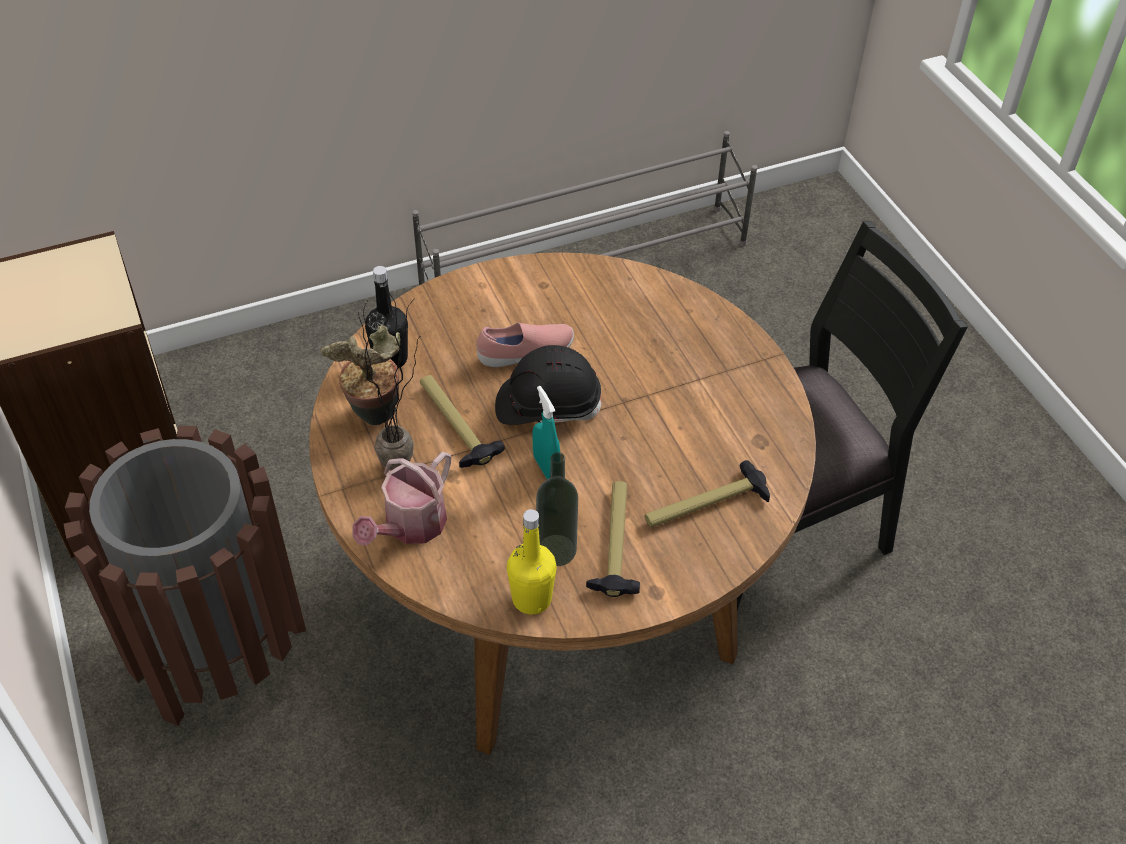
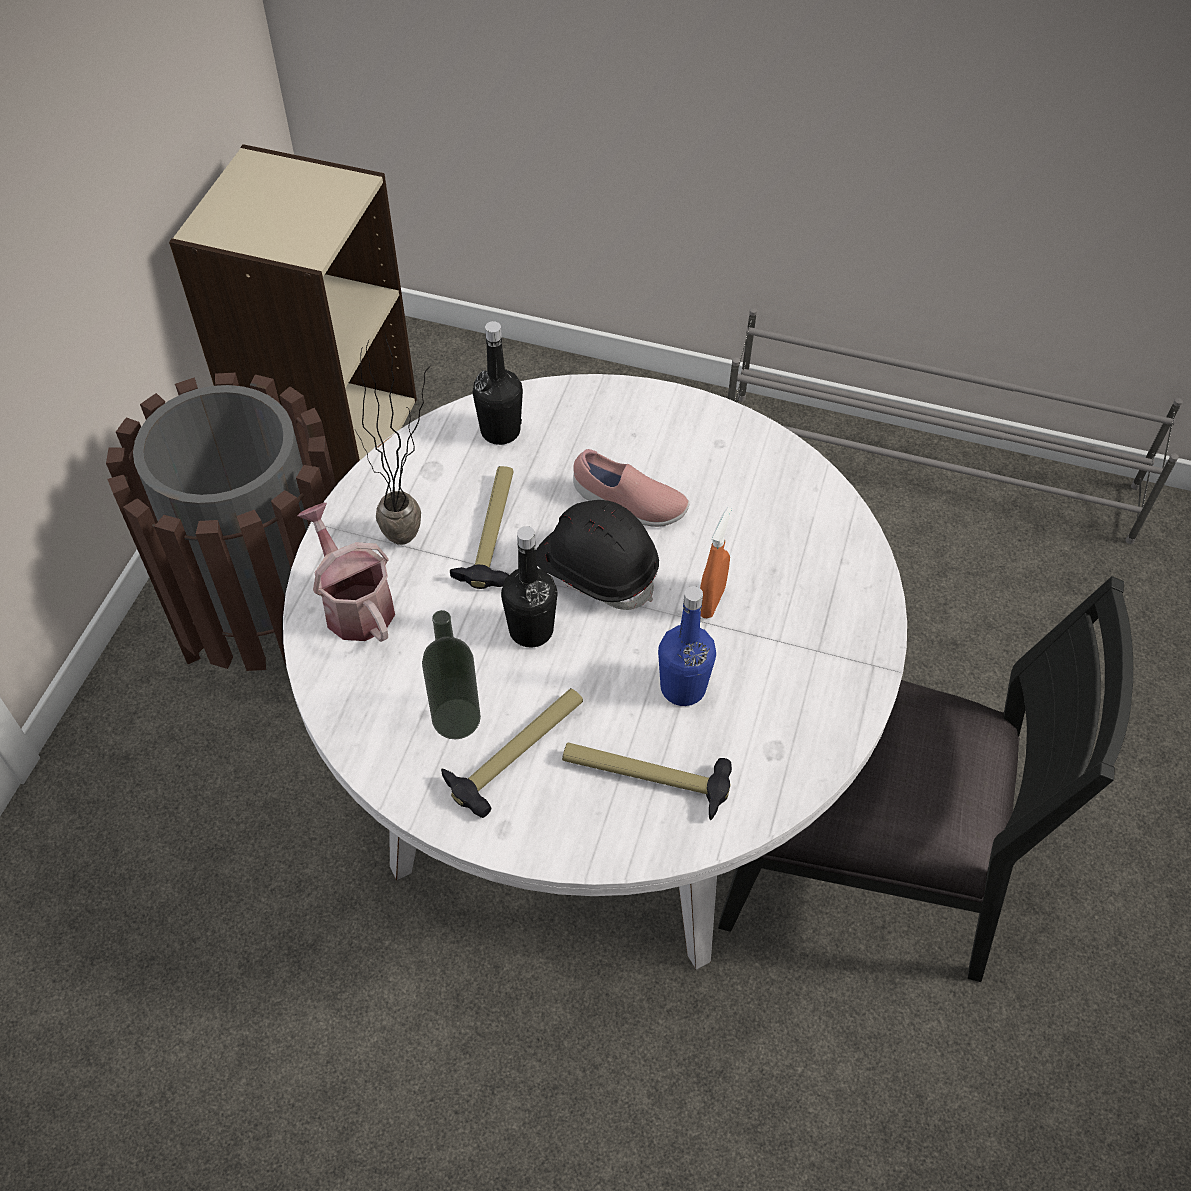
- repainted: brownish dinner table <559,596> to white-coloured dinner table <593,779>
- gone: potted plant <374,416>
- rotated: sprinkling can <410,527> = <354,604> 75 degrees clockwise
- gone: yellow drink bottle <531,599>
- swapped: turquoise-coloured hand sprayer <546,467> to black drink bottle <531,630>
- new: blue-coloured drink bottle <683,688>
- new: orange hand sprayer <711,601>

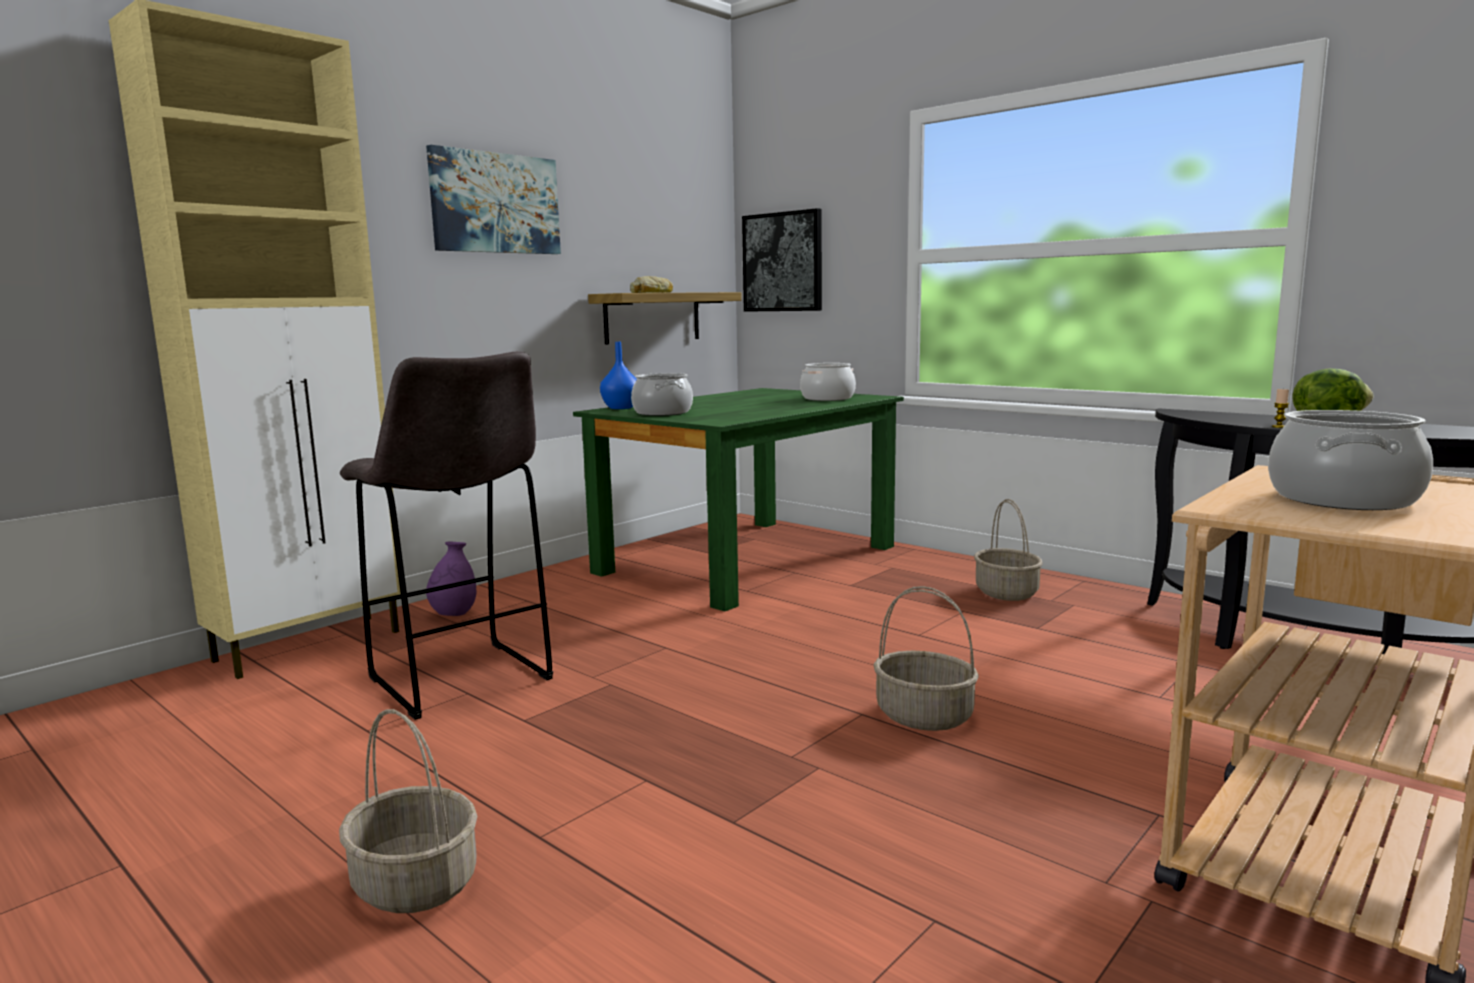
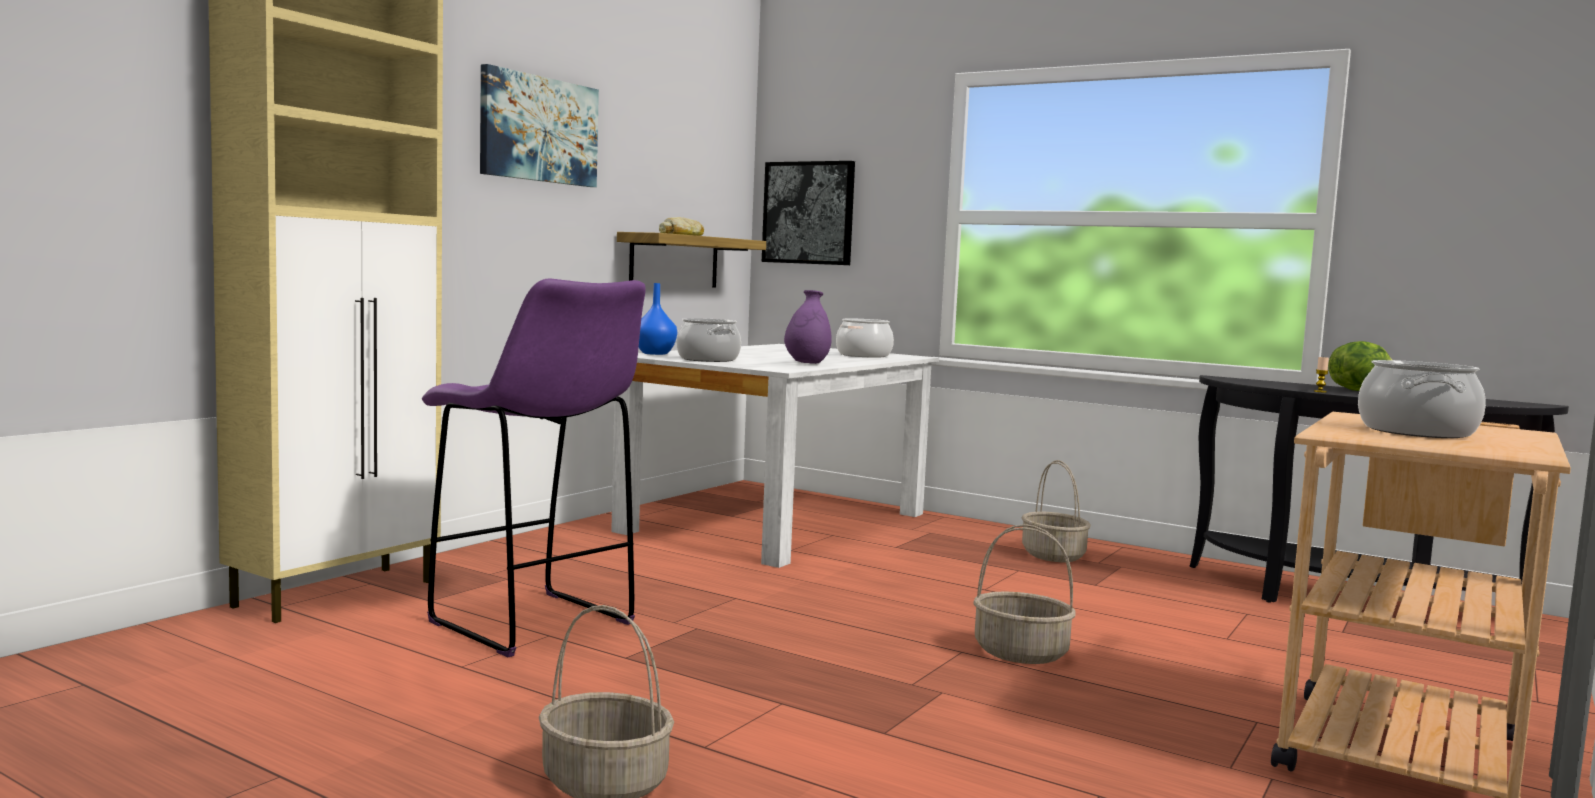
- repainted: gray stool seat <462,680> to purple-coloured stool seat <535,624>
- shifted: purple-coloured flower vase <454,614> to <807,363>
- repainted: greenish dinner table <748,558> to white-coloured dinner table <776,522>

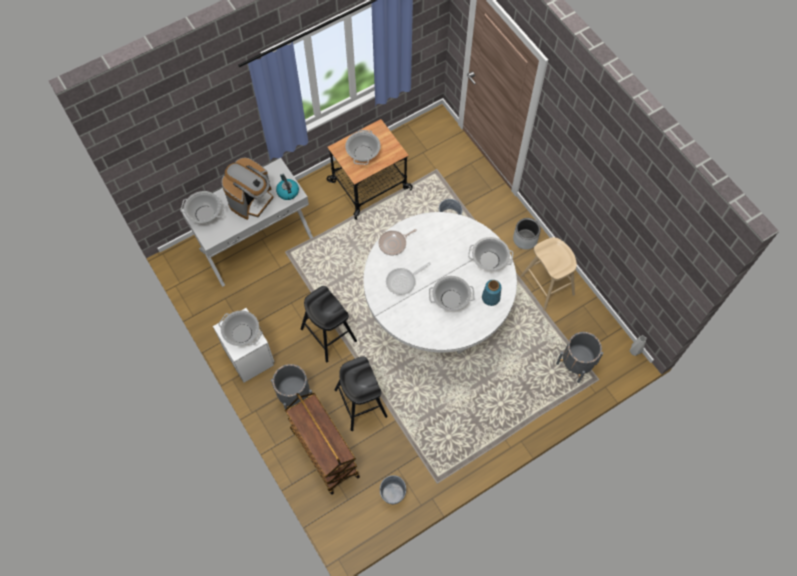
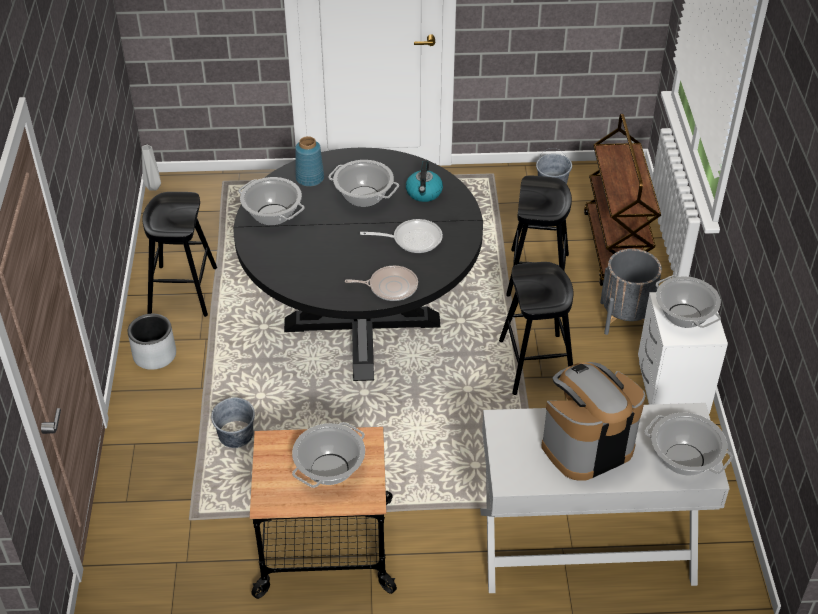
- shifted: kettle <287,191> to <424,193>
- repainted: white-coloured dinner table <436,313> to black dinner table <362,323>
- repainted: beige-coloured stool seat <547,285> to black stool seat <183,291>
- gone: gray planter <576,363>

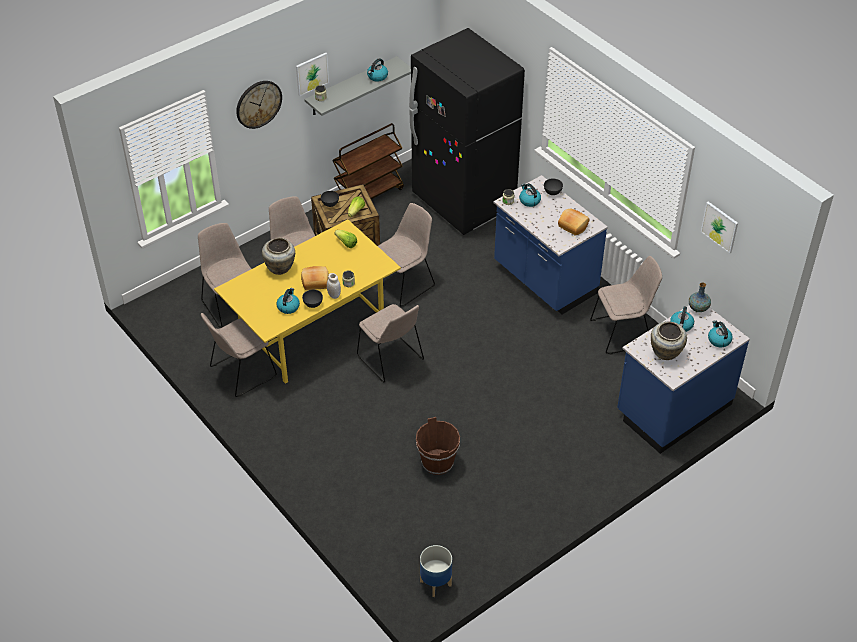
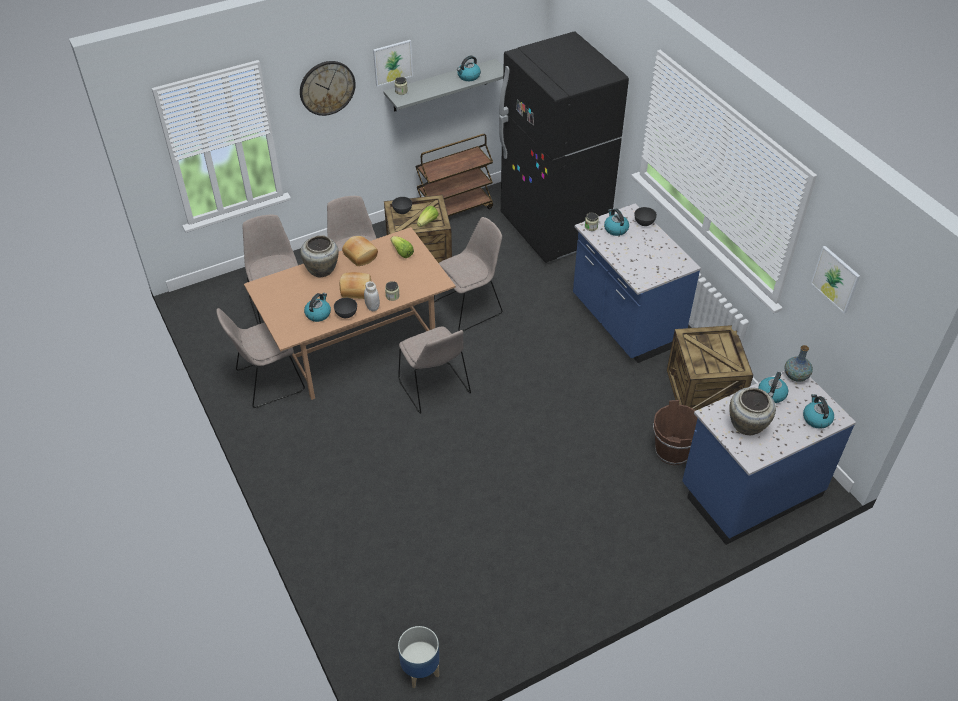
- repainted: yellow dinner table <312,332> to brownish dinner table <356,347>
- shifted: brownish pail <437,462> to <672,451>
- shifted: bakery bread <573,225> to <361,255>
- swapped: beige-coloured chair <622,332> to packing crate <704,392>

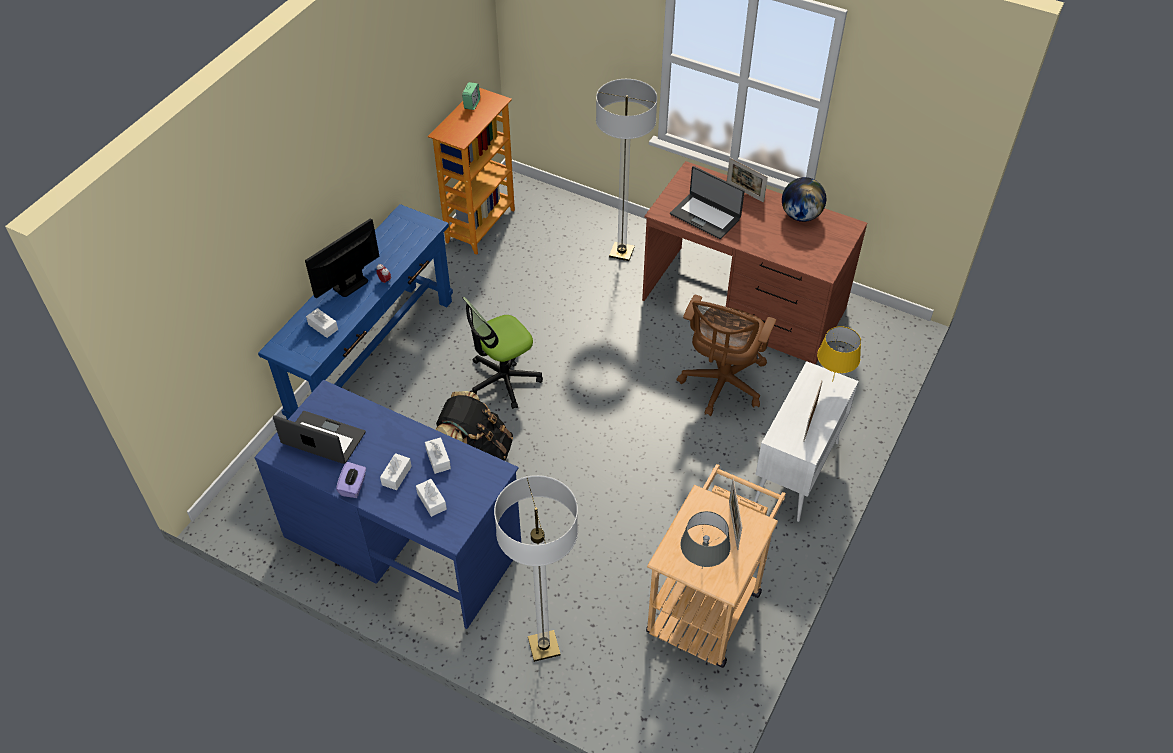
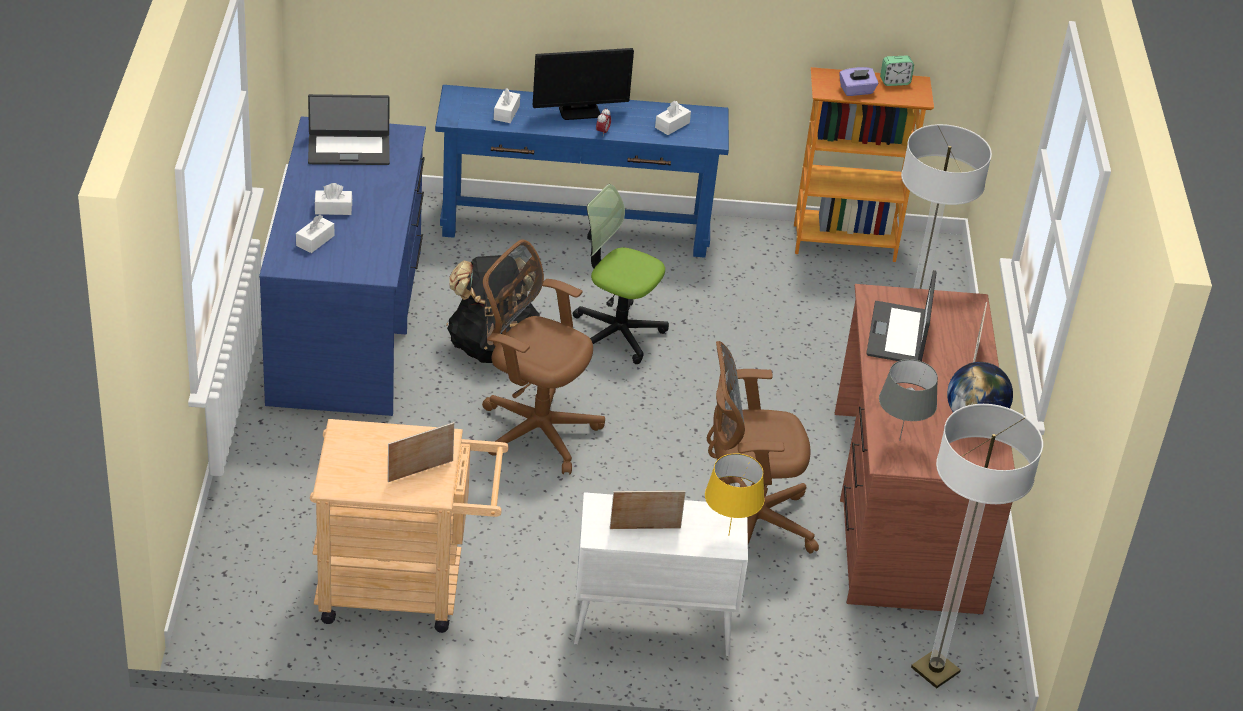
- rotated: laptop <323,439> = <349,149> 90 degrees clockwise
- rotated: monitor <350,284> = <579,111> 150 degrees clockwise
- shifted: purple-coloured tissue box <353,486> to <856,91>
- shifted: white-coloured tissue box <438,459> to <672,125>
- shifted: floor lamp <544,646> to <935,670>
- shifted: gray tabletop lamp <702,568> to <900,441>
- new: brownish office chair <535,428>

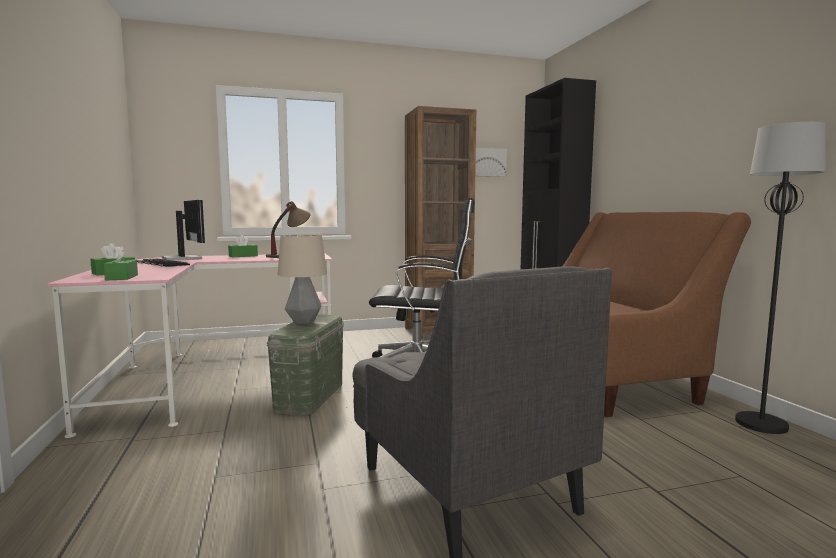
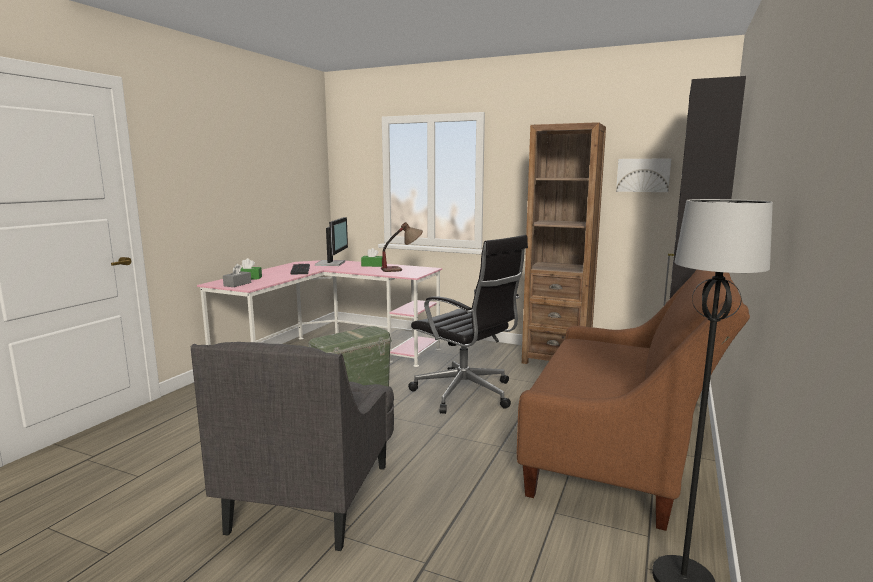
- repainted: greenish tissue box <122,277> to gray tissue box <237,284>
- gone: tabletop lamp <303,321>

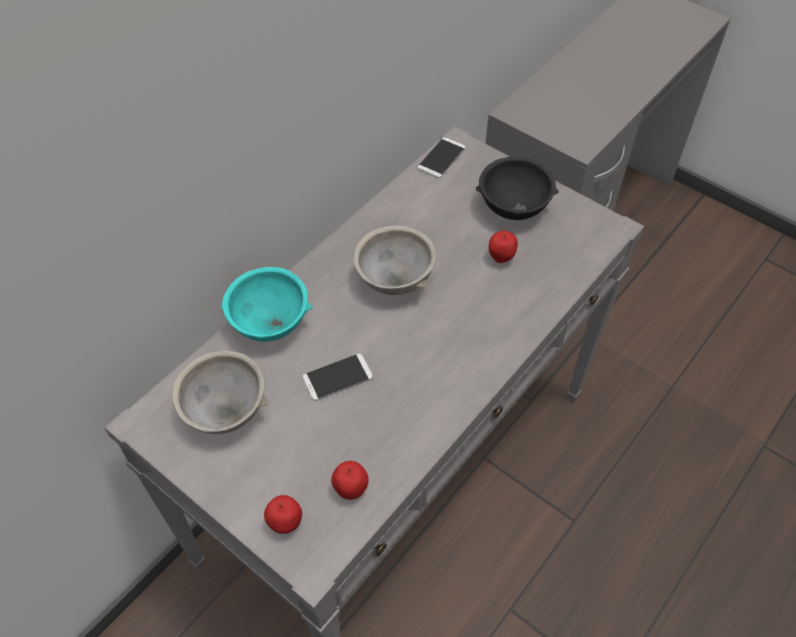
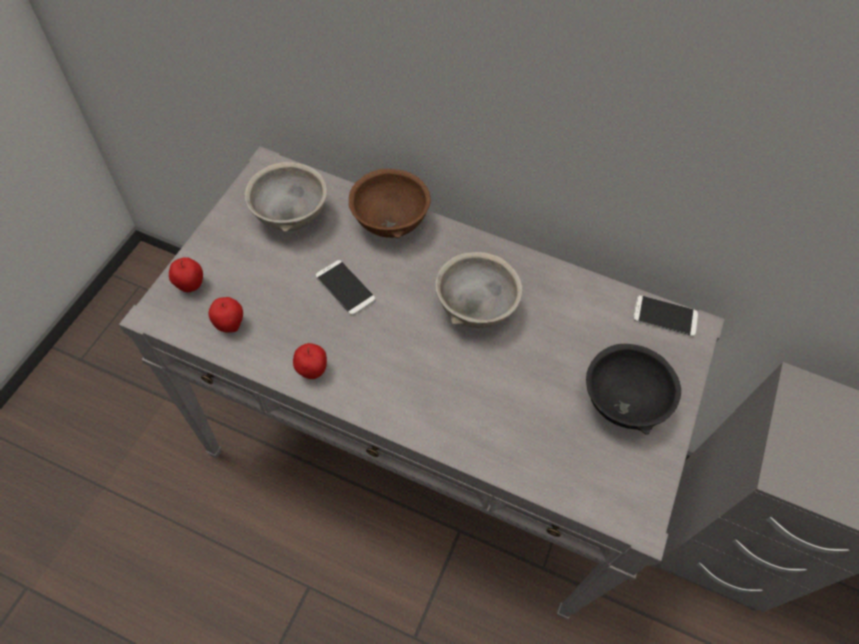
- repainted: turquoise-coloured bowl <270,325> to brownish bowl <388,223>
- shifted: apple <501,258> to <312,371>

